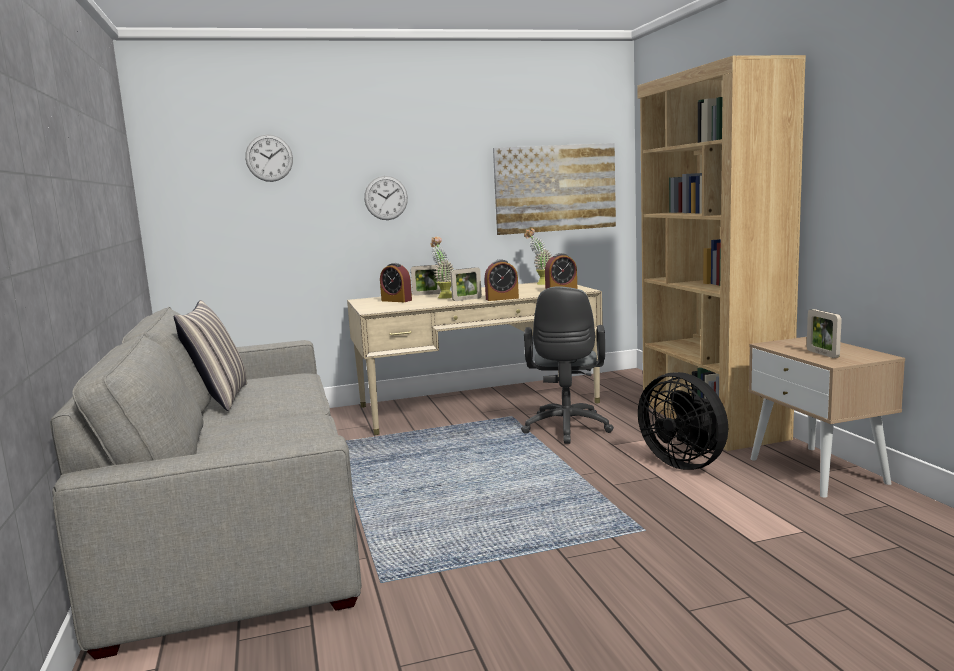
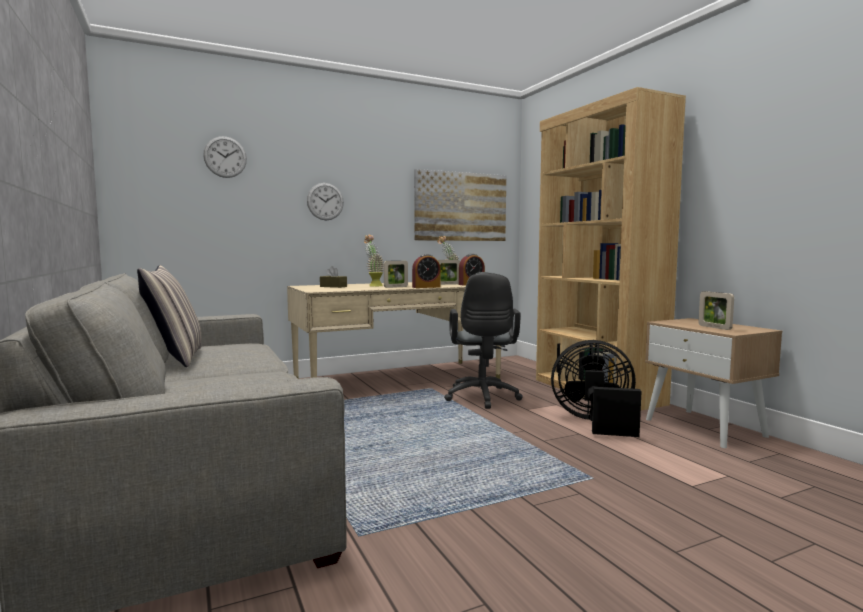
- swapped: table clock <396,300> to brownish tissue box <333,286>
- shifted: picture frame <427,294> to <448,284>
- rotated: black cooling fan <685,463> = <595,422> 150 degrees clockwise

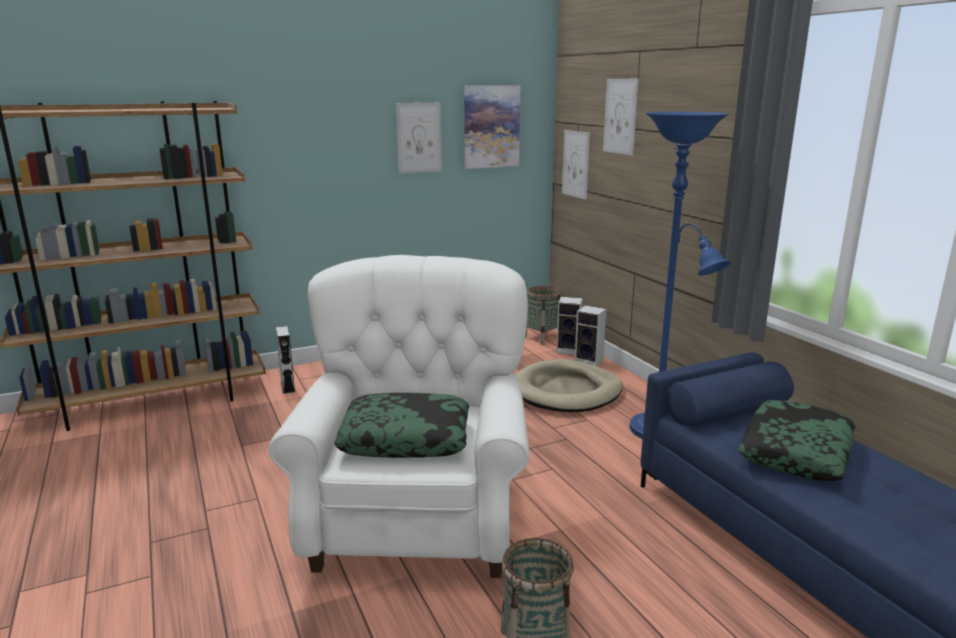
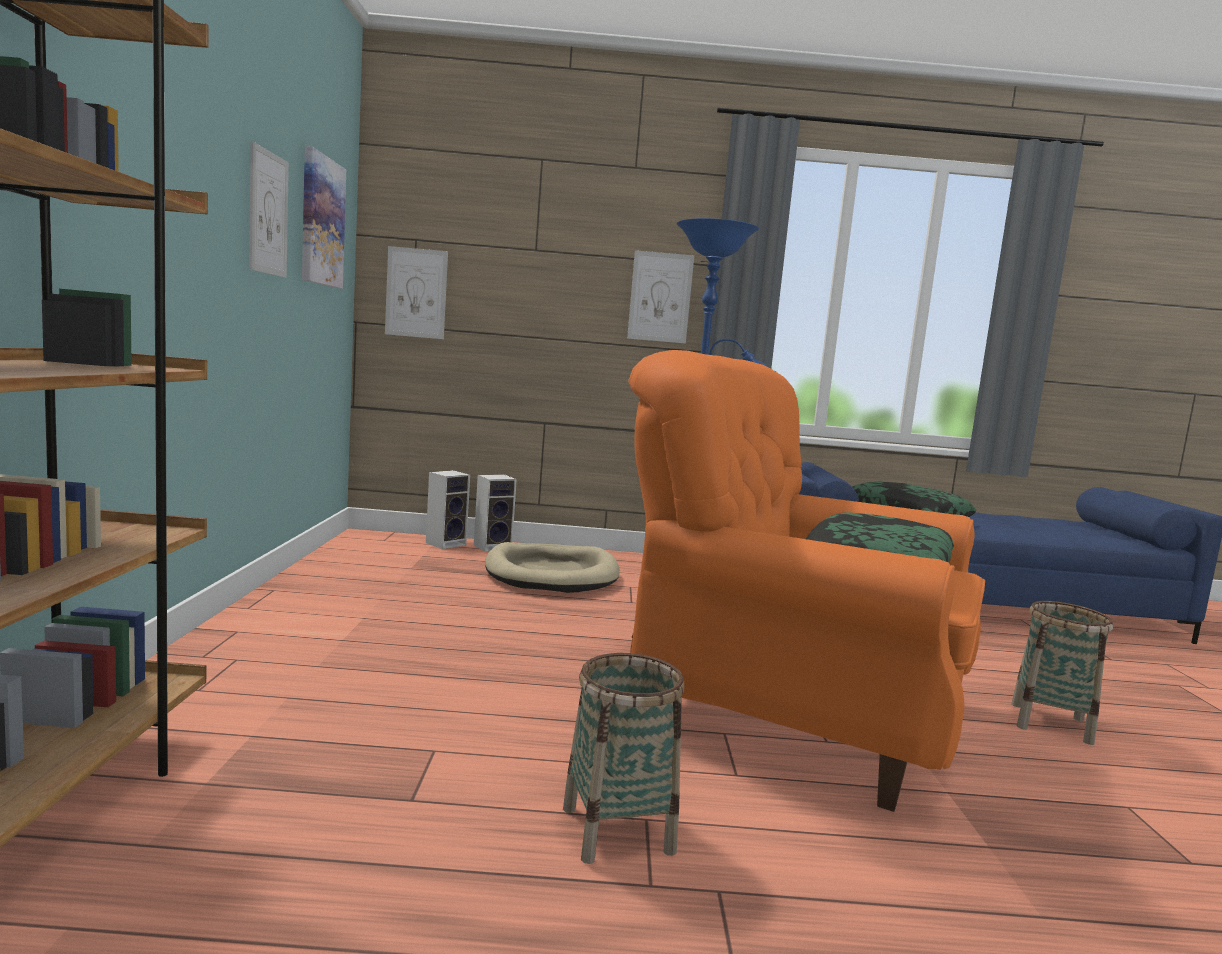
- repainted: white-coloured armchair <417,516> to orange armchair <781,713>
- gone: gray loudspeaker <287,387>
- shifted: basket <541,338> to <617,829>
- shifted: wall art <620,116> to <660,297>

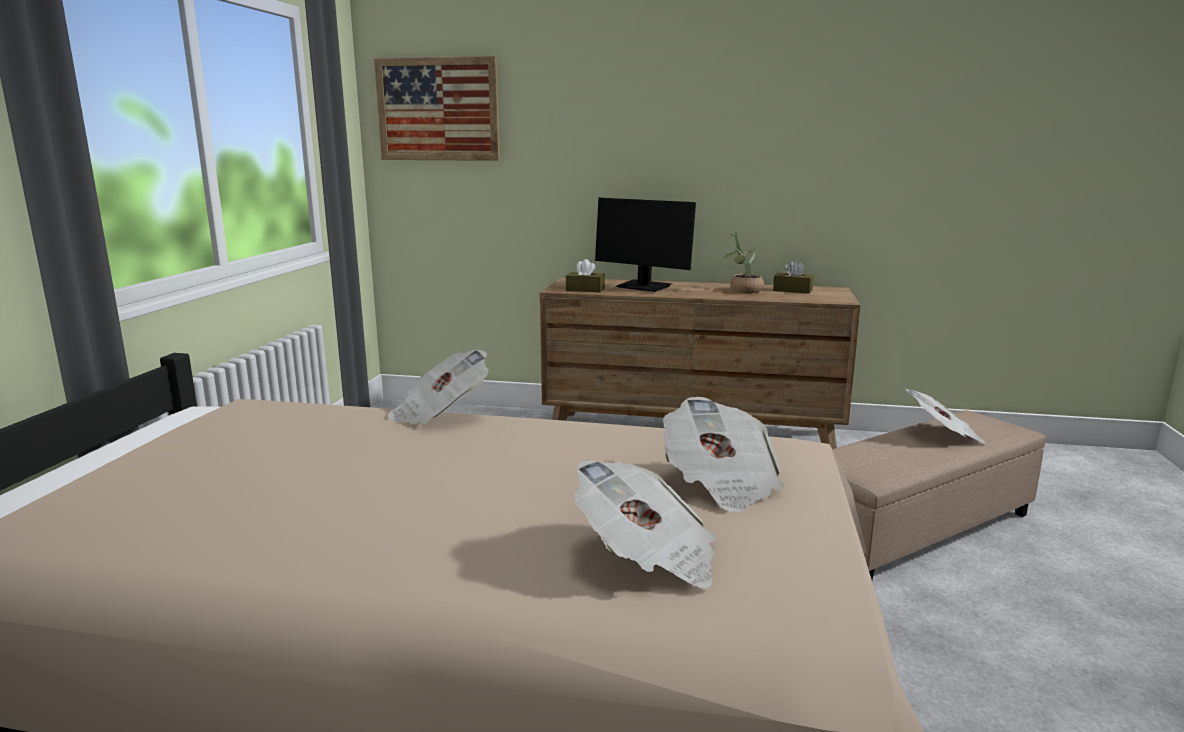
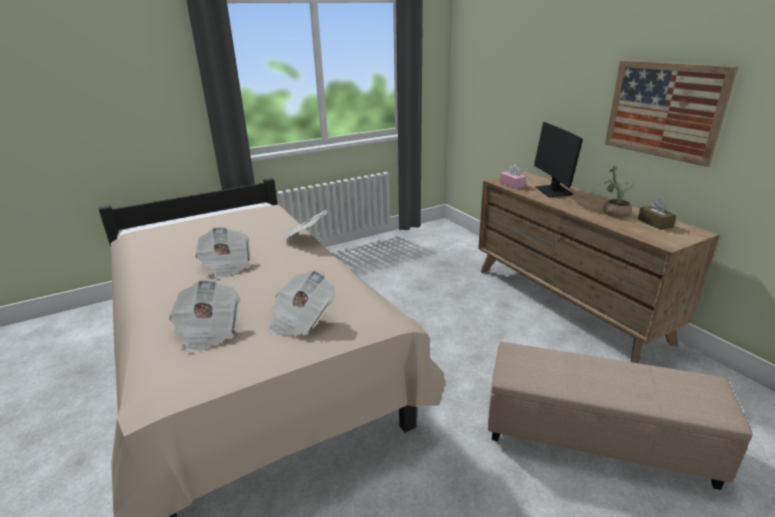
- shifted: wall art <438,109> to <664,110>
- repainted: brownish tissue box <585,289> to pinkish tissue box <512,184>
- shifted: daily paper <943,435> to <226,265>

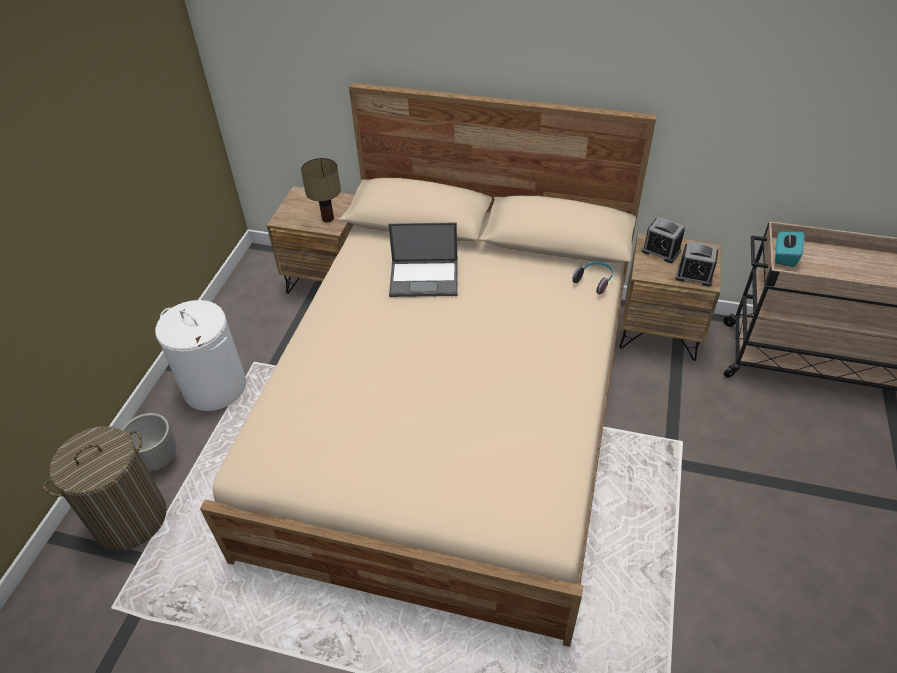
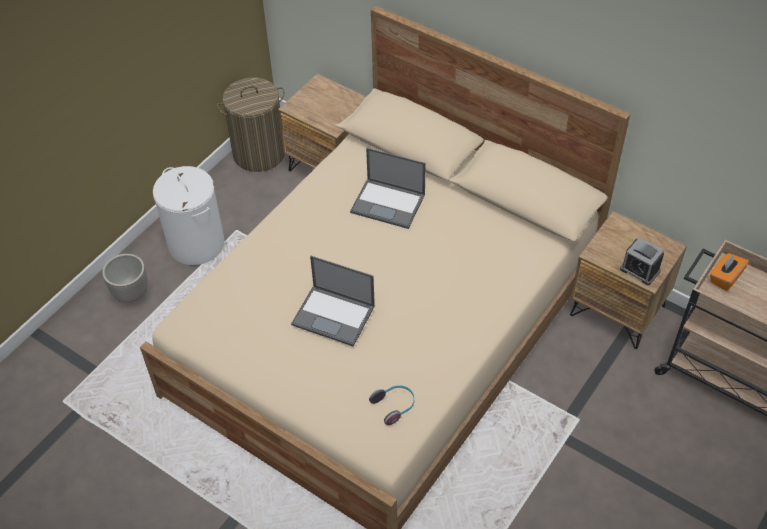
- shifted: laundry basket <130,518> to <259,153>
- gone: tabletop lamp <327,218>
- shifted: pair of headphones <594,281> to <394,406>
- gone: table clock <661,251>
- repainted: turquoise-coloured tissue box <784,256> to orange tissue box <725,278>
- new: laptop <334,315>

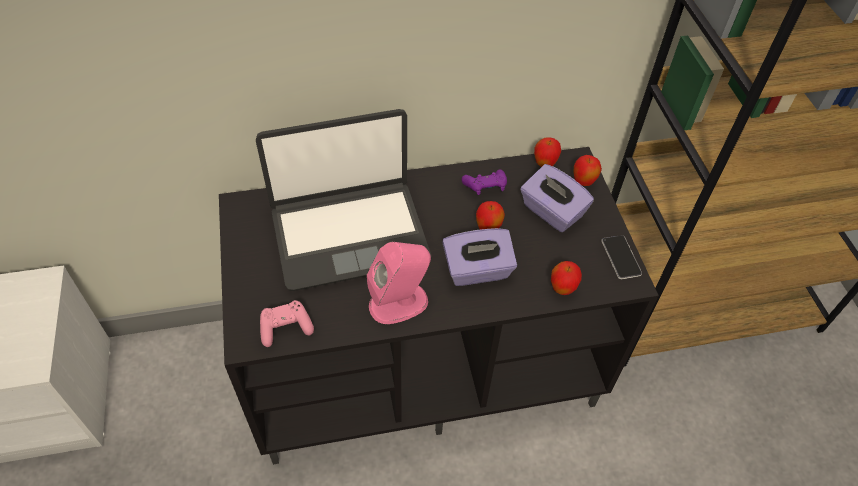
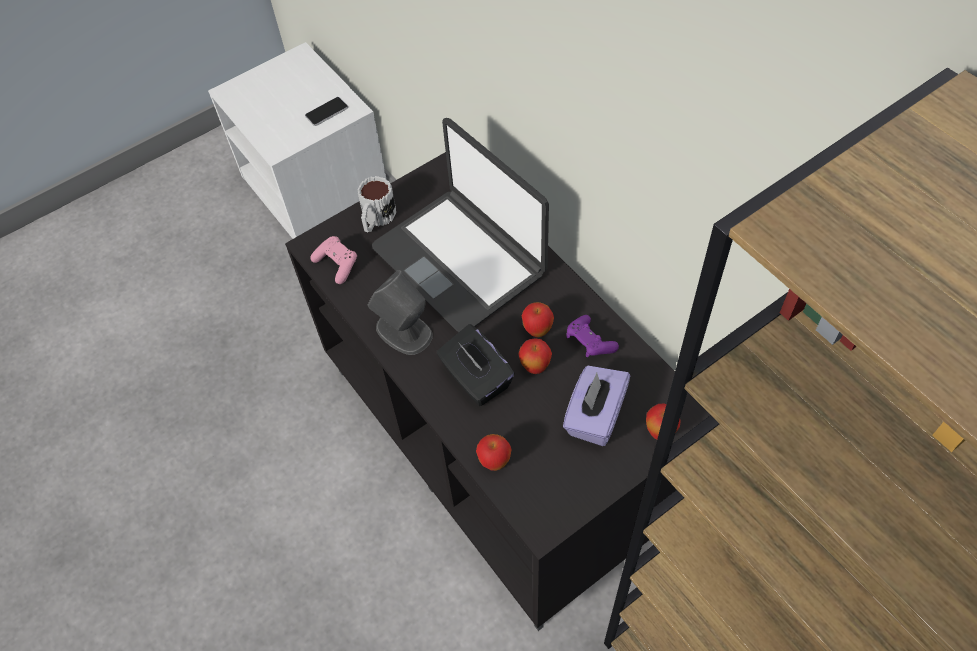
- repainted: pinkish loudspeaker <399,303> to gray loudspeaker <404,332>
- repainted: purple-coloured tissue box <477,271> to black tissue box <476,378>
- shifted: apple <544,164> to <537,330>
- shifted: phone <621,257> to <326,112>
- new: tea mug <376,219>

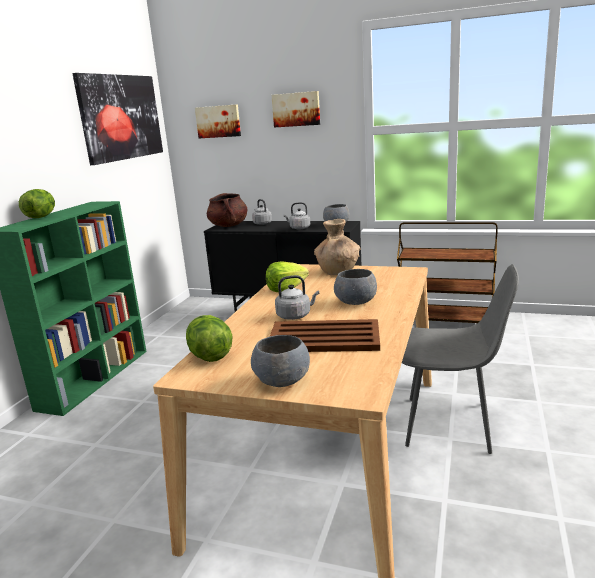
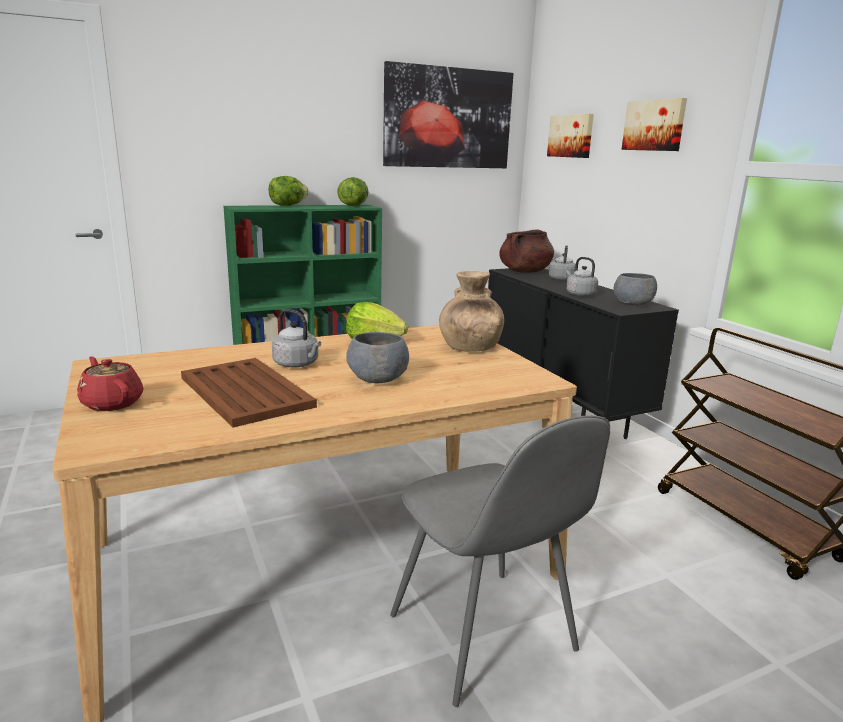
- shifted: head of lettuce <210,356> to <354,205>
- swapped: gray bowl <283,380> to red teapot <112,403>

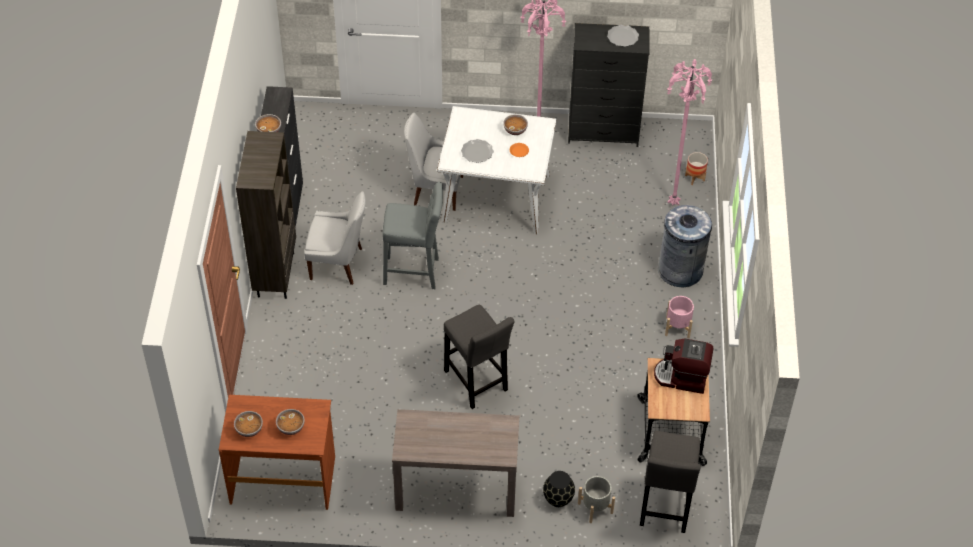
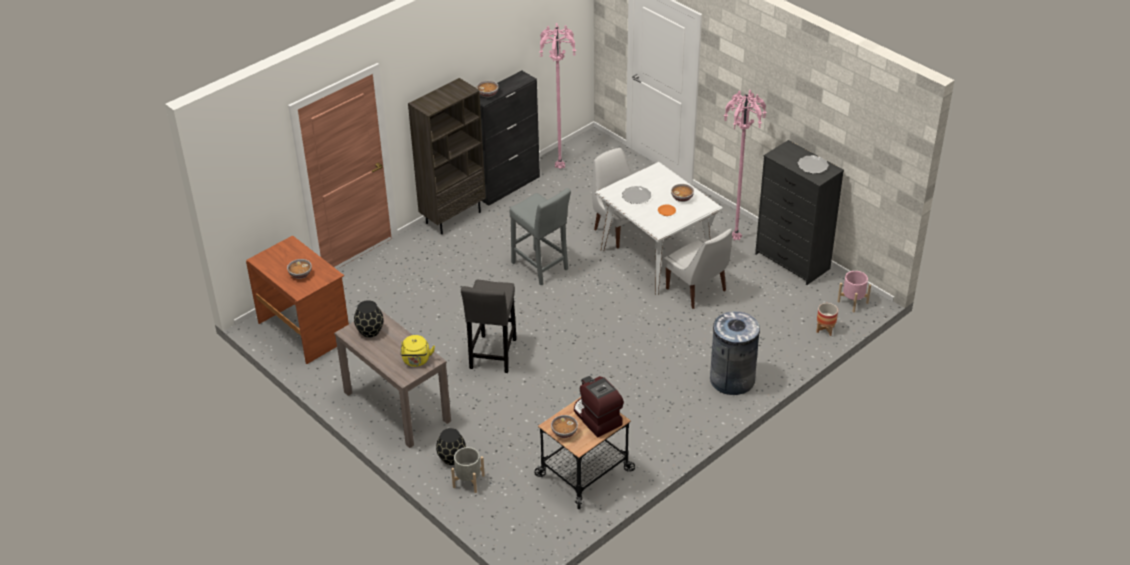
- shifted: bowl <249,429> to <564,432>
- shifted: white-coloured chair <339,264> to <697,291>
- gone: gray stool seat <664,508>
- shifted: pinkish planter <677,327> to <853,302>
- shifted: pinkish floor lamp <672,203> to <559,168>
- new: black flower vase <370,331>
- new: yellow kettle <416,361>

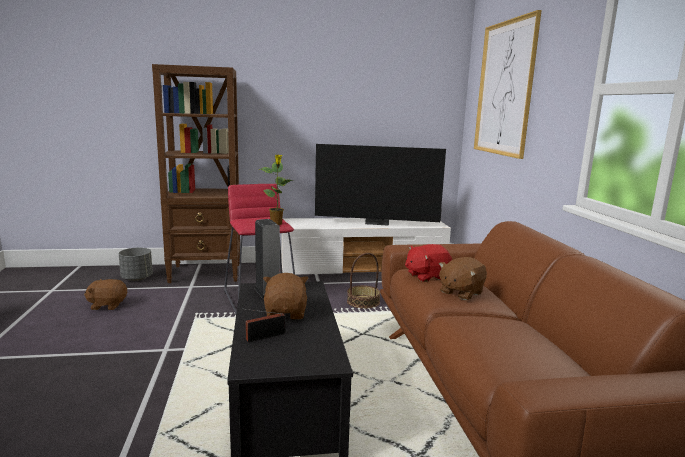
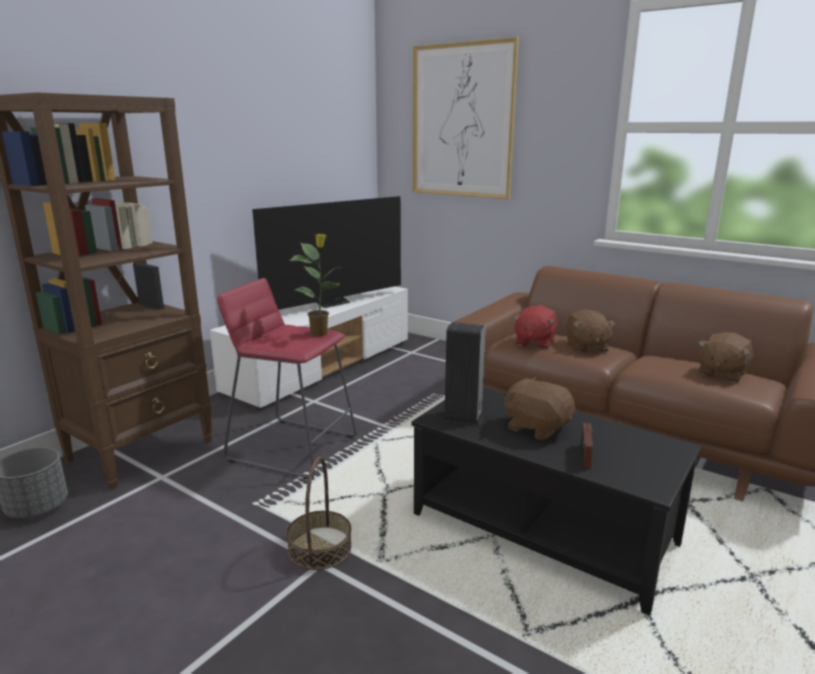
- shifted: brownish soft toy <107,305> to <721,374>
- shifted: basket <363,302> to <319,548>

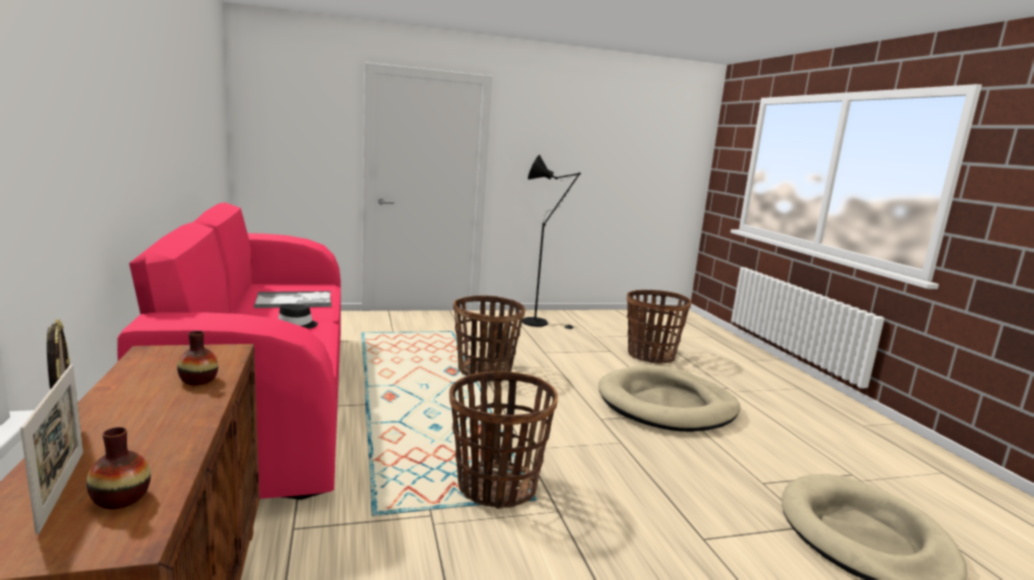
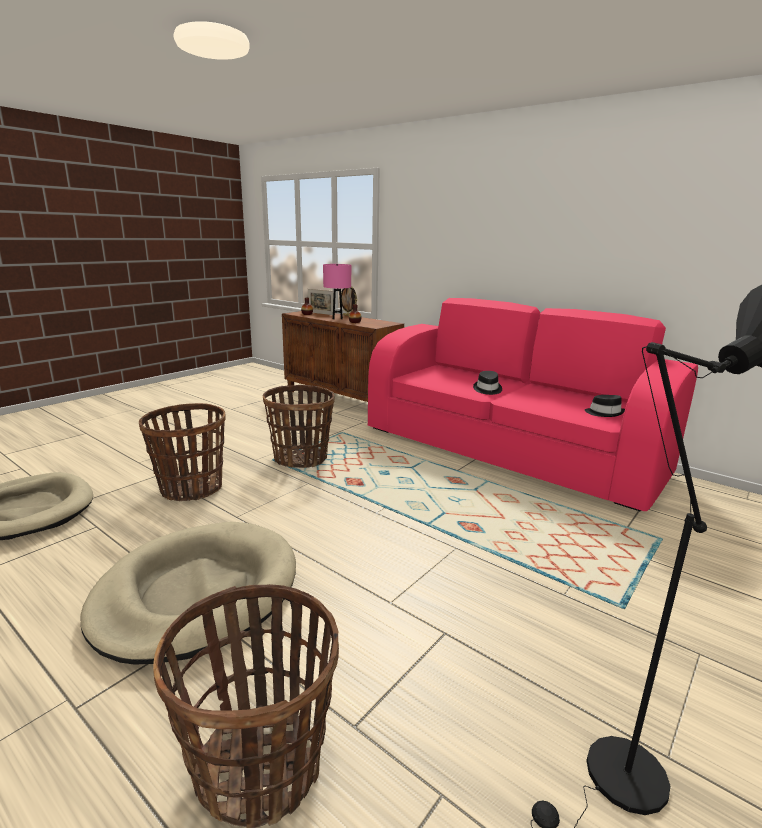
- gone: carrying tray <295,301>
- shifted: basket <485,372> to <191,488>
- new: pinkish tabletop lamp <337,318>
- new: black wearable hat <604,413>

